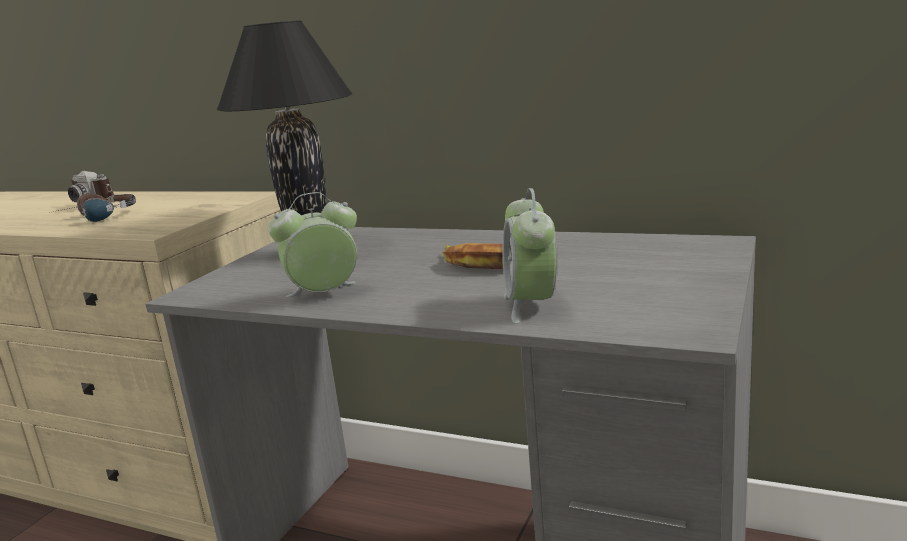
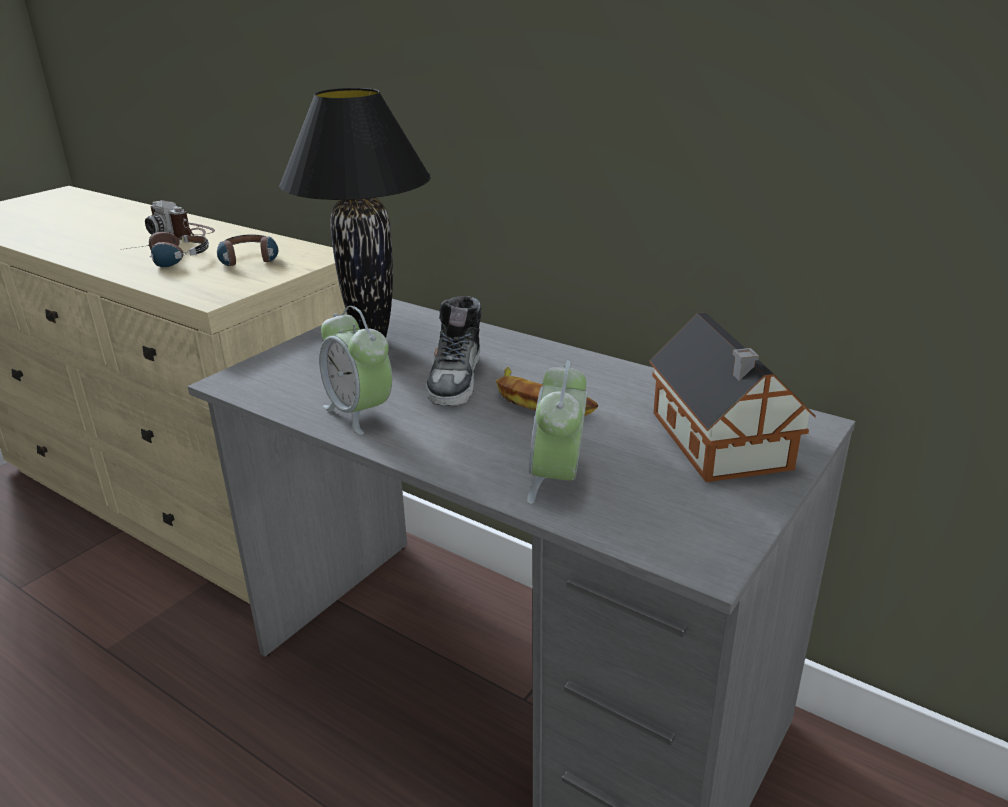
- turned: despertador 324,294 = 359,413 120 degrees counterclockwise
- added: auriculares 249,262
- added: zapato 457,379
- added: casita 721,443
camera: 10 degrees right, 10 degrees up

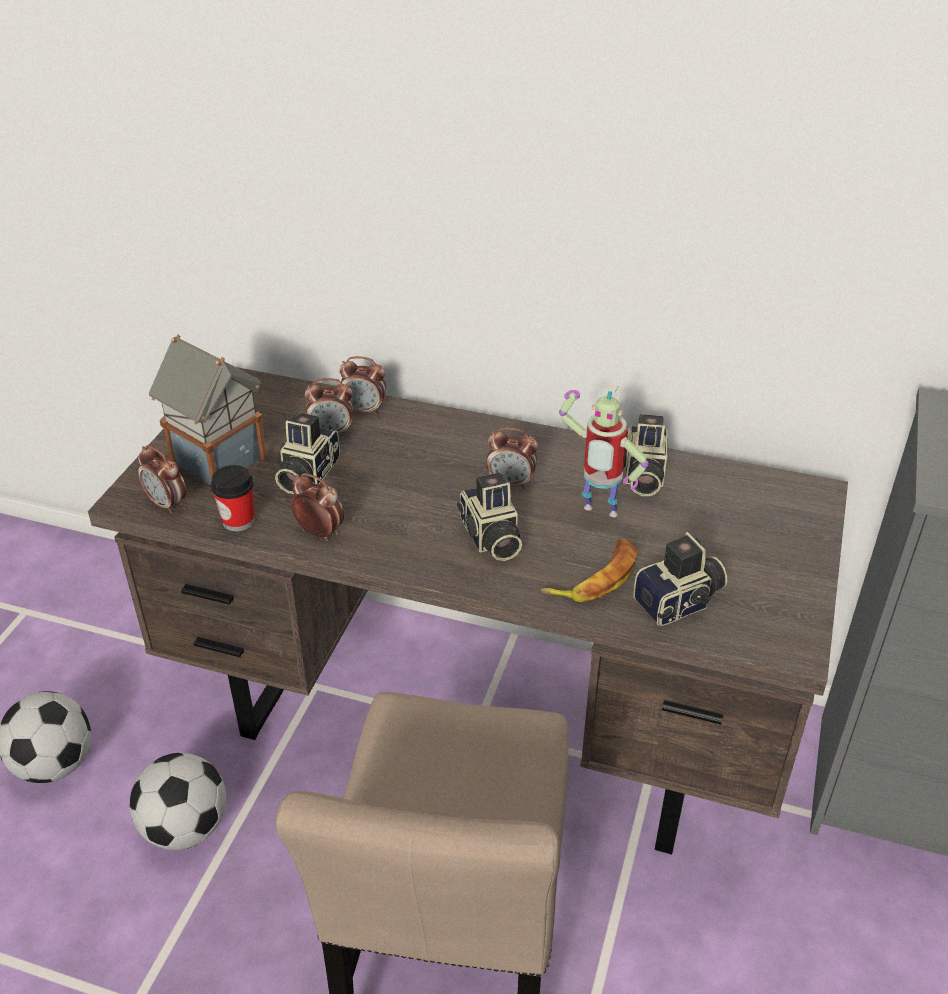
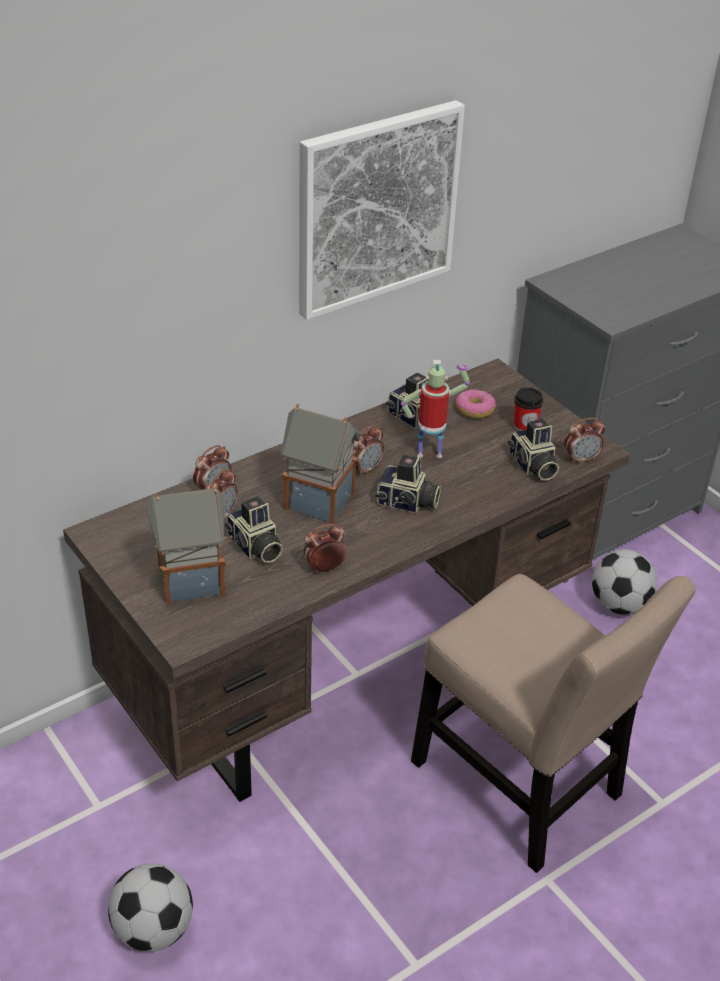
- turned: robot de juguete 598,514 = 430,453 150 degrees counterclockwise
- moved: despertador 167,504 to 581,459
- moved: taza 238,521 to 524,427
- turned: cámara 680,603 = 532,466 150 degrees clockwise
- removed: plátano 595,577
- moved: balón de fútbol 186,827 to 618,604
- added: cuadro 376,208
- added: rosquilla 475,410
- added: casita 321,500
camera: 55 degrees left, 0 degrees up

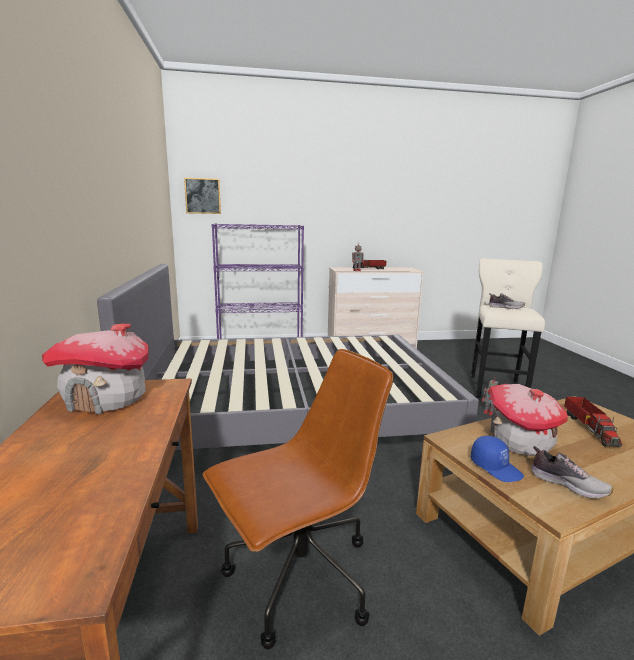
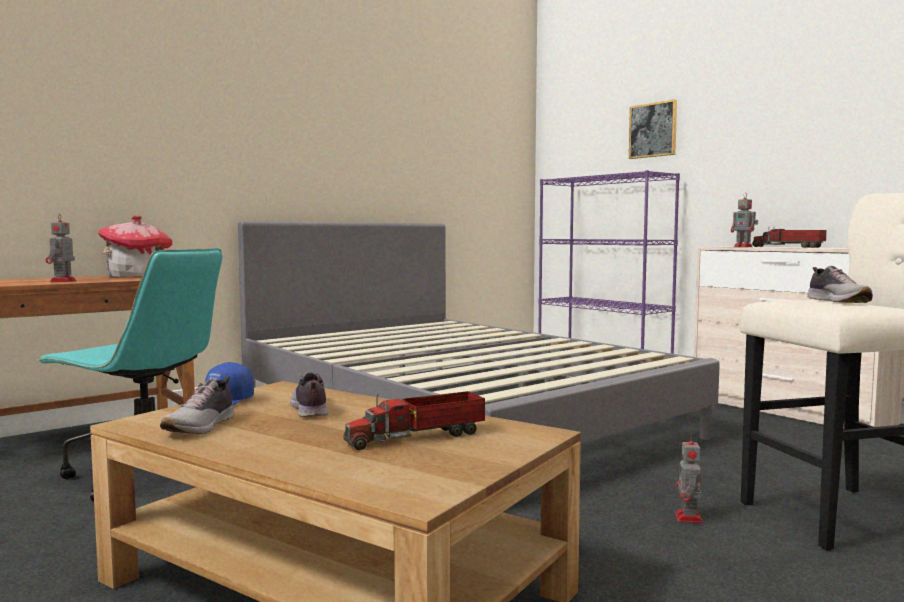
- moved: cuadro 203,196 to 653,130
- recoloured: silla de oficina [marrón] 298,578 to silla de oficina [turquesa] 145,473
- replaced: casita 519,441 to zapato 309,408
- added: robot de juguete 62,281
camera: 60 degrees right, 10 degrees down

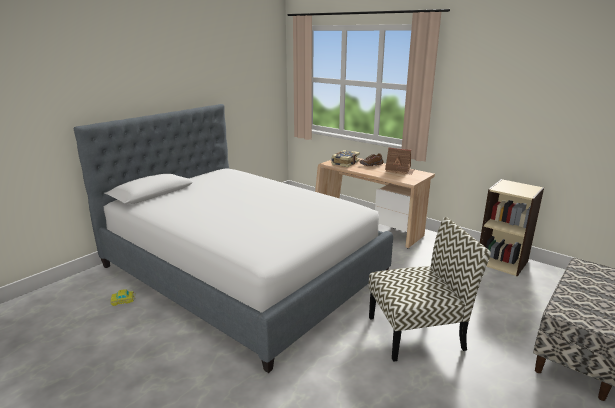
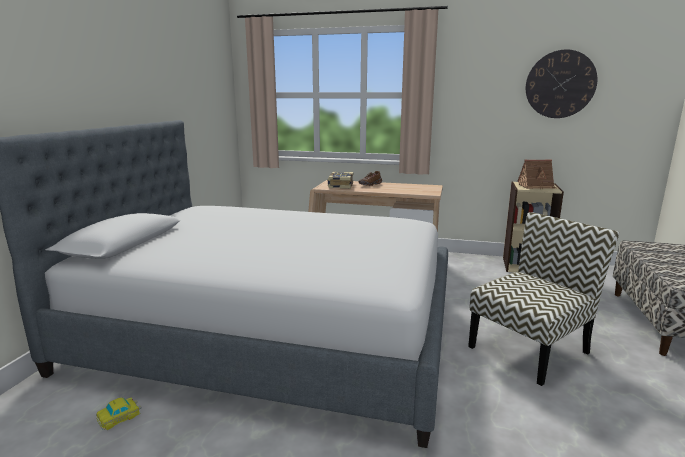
- moved: casita 399,170 to 536,186
- added: reloj de pared 560,84
camera: 25 degrees left, 5 degrees down

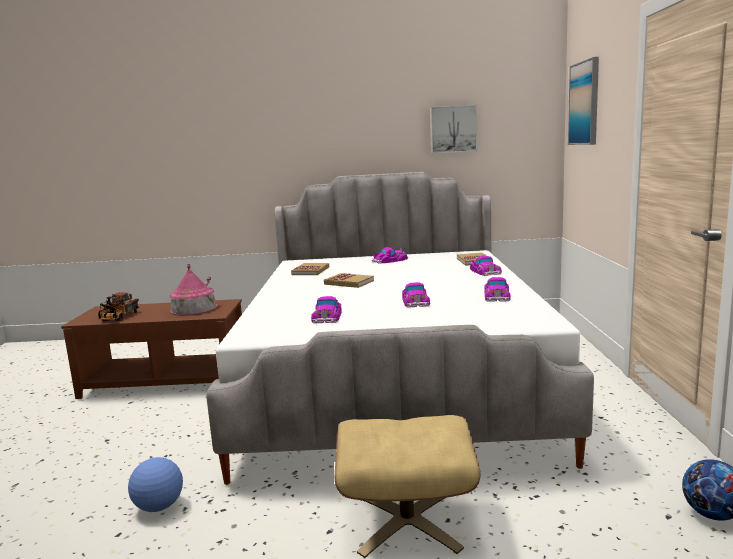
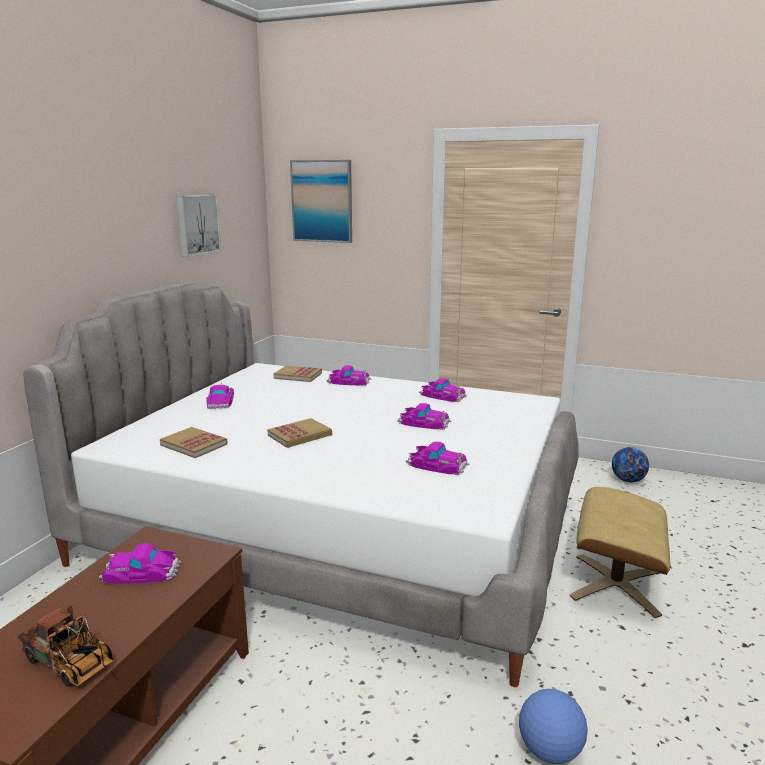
- replaced: casita 193,308 to coche de juguete 141,572
camera: 70 degrees left, 5 degrees up

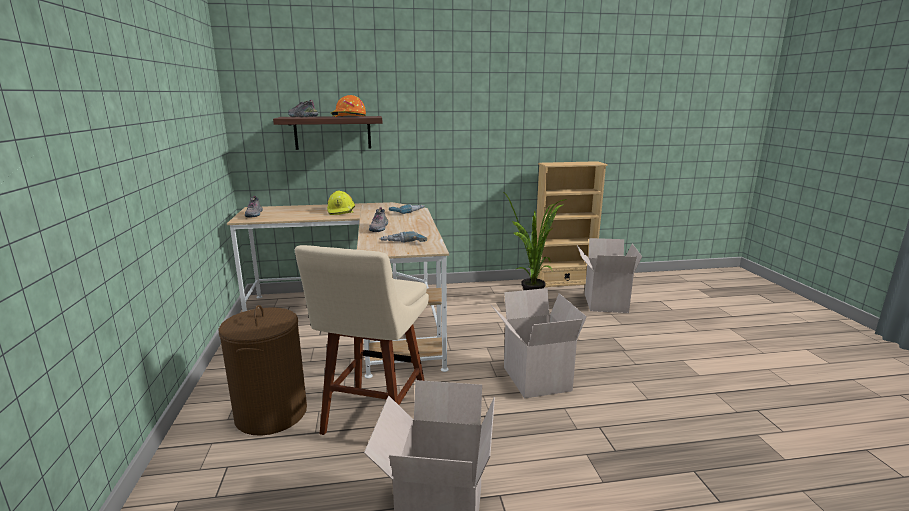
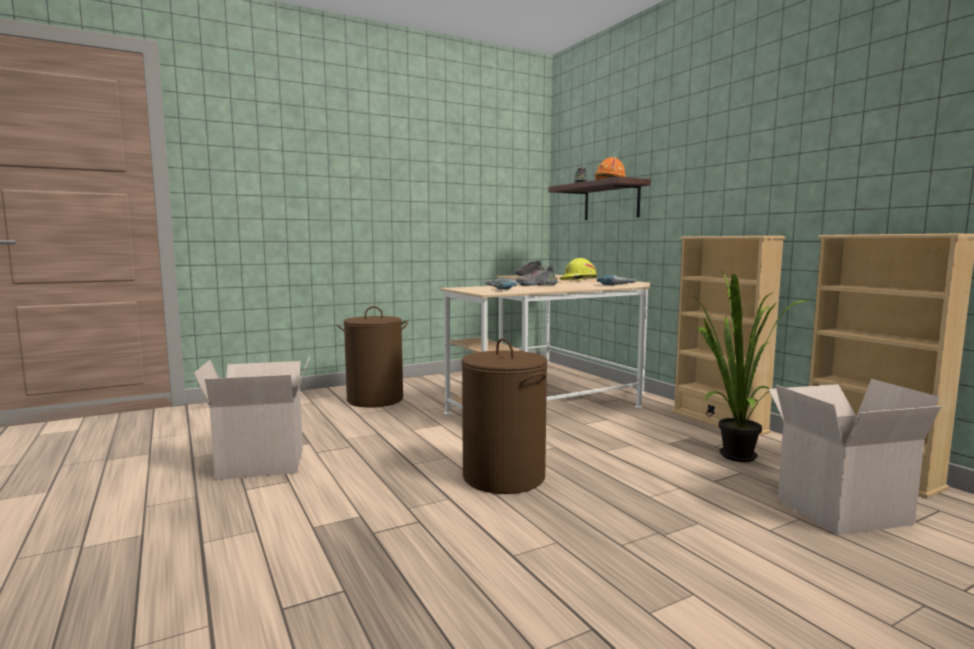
- removed: taburete [beis] 374,419
- replaced: caja de cartón 534,378 to cesto de la ropa [marrón] 504,477
- added: estantería [beis] 718,422
camera: 70 degrees right, 10 degrees down

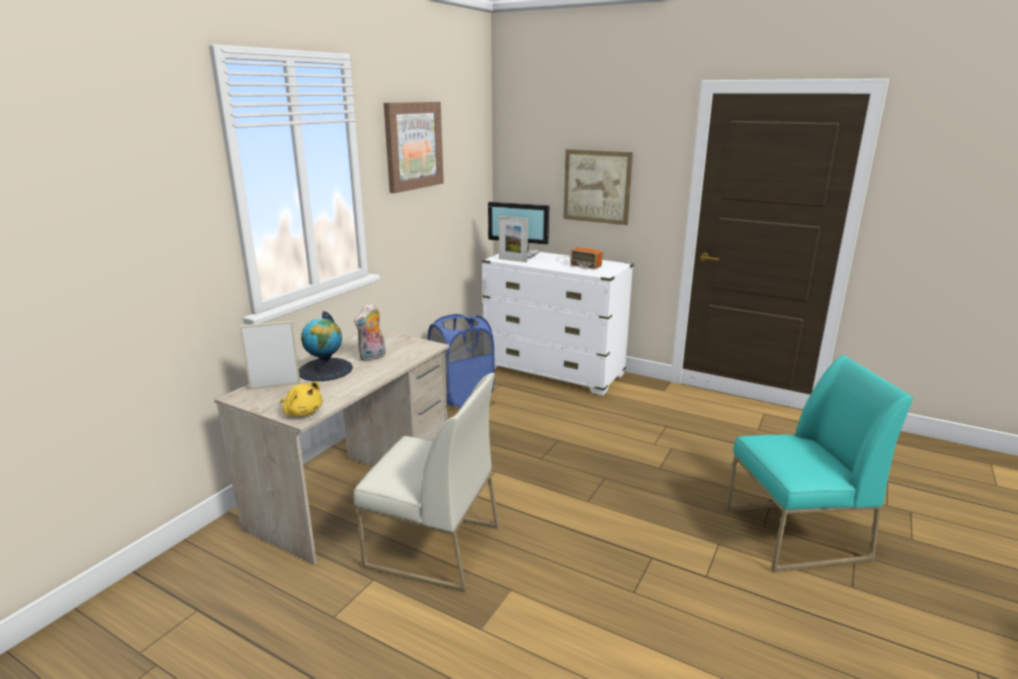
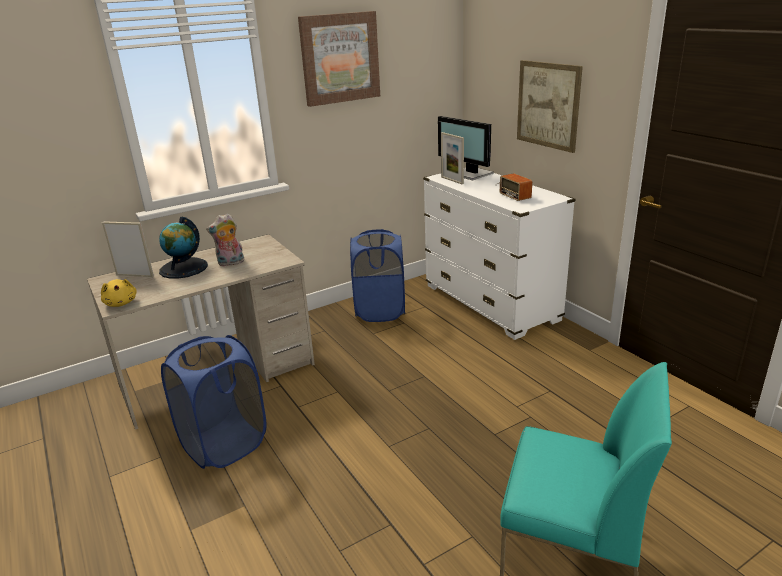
- replaced: silla [blanco] 432,546 to cesto de la ropa [azul] 224,444
camera: 30 degrees right, 5 degrees up

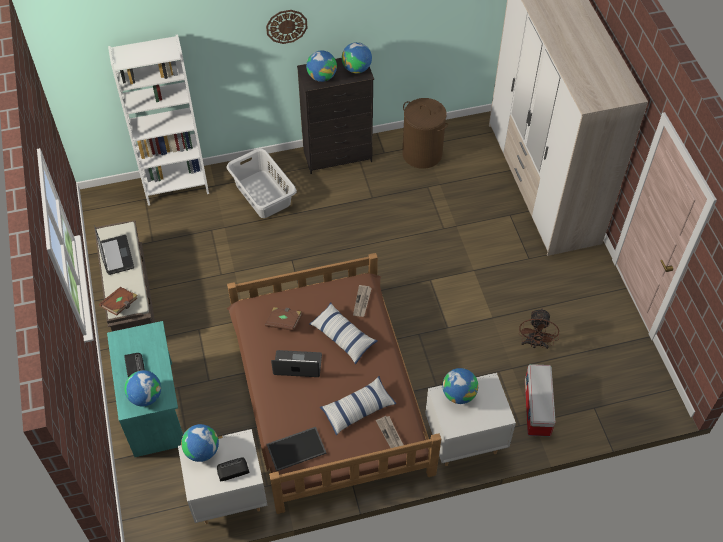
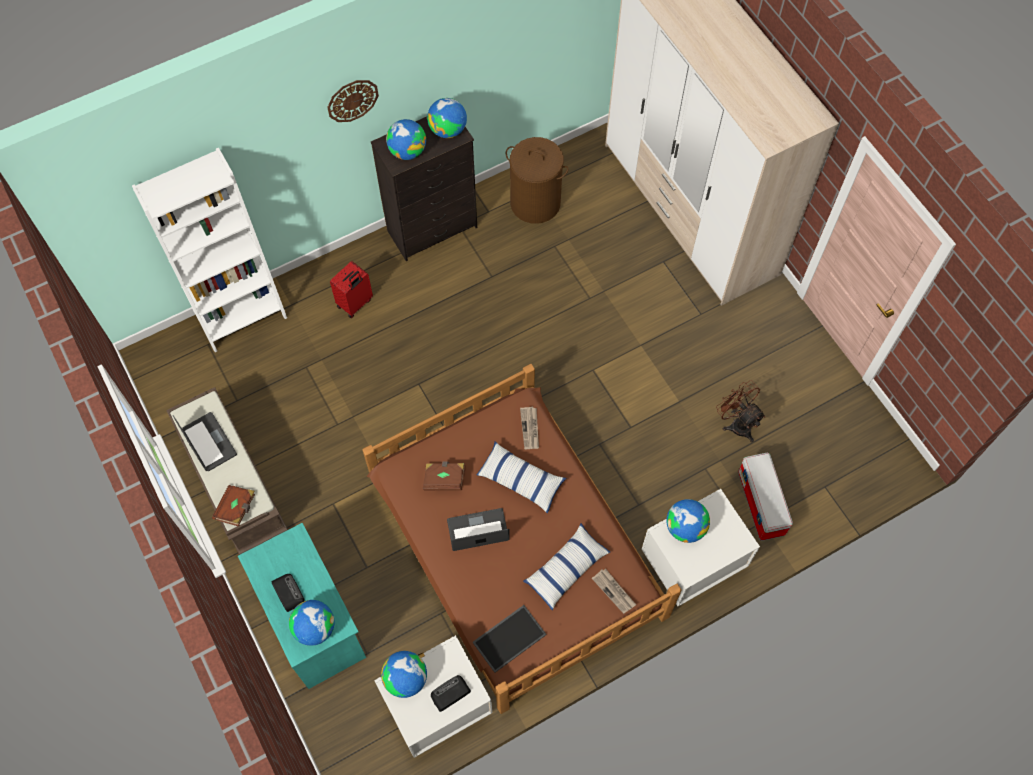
- replaced: cesto de la ropa [gris] 262,194 to maleta [rojo] 355,303
- turned: ventilador [marrón] 534,344 = 737,423 150 degrees clockwise
camera: 15 degrees left, 10 degrees up

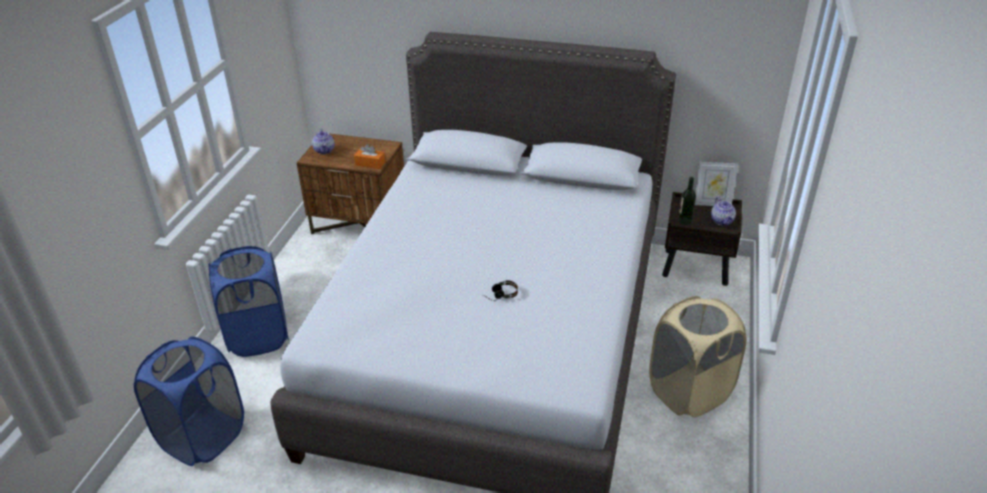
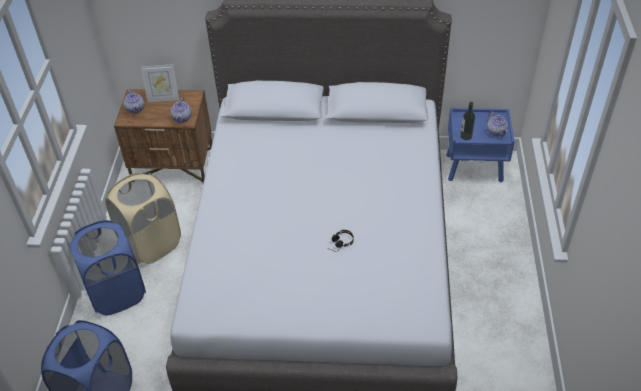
- replaced: caja de pañuelos [naranja] 370,163 to tetera 182,118
- moved: portarretratos 712,203 to 163,99
- recoloured: mesita de noche [marrón] 696,267 to mesita de noche [azul] 474,168
- moved: cesto de la ropa [beis] 689,392 to 151,244
camera: 10 degrees left, 10 degrees up

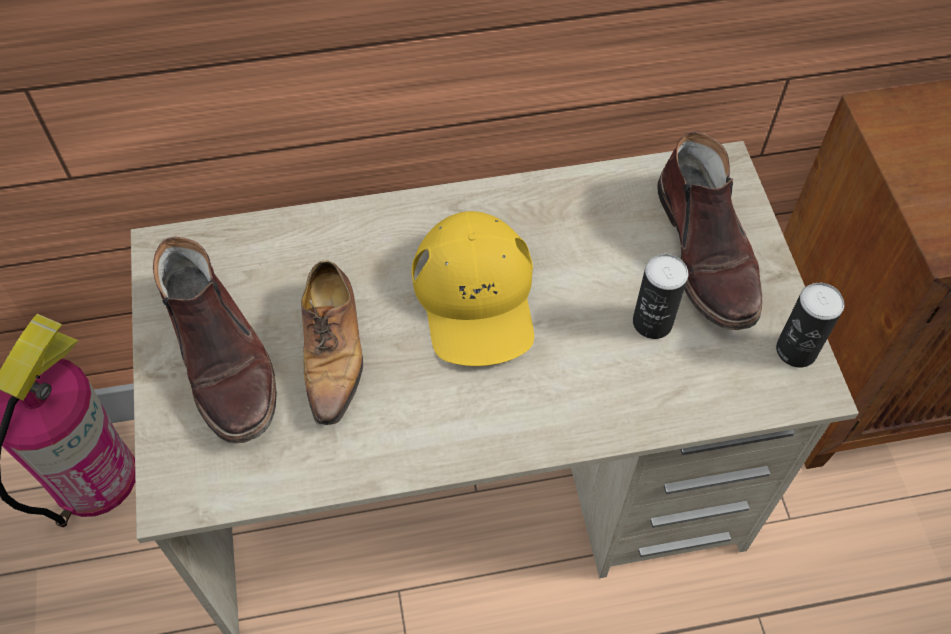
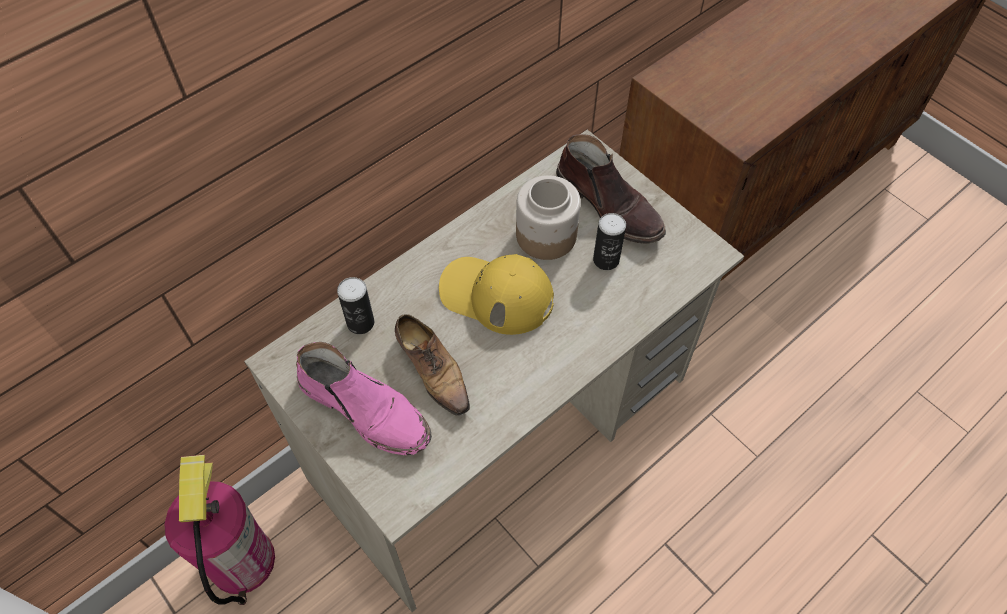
- turned: gorra [amarillo] 476,297 = 496,295 150 degrees clockwise
- recoloured: bota [marrón] 223,357 to bota [rosa] 366,409
- moved: lata 796,350 to 360,323
- added: tarro 545,236
camera: 30 degrees left, 0 degrees up

